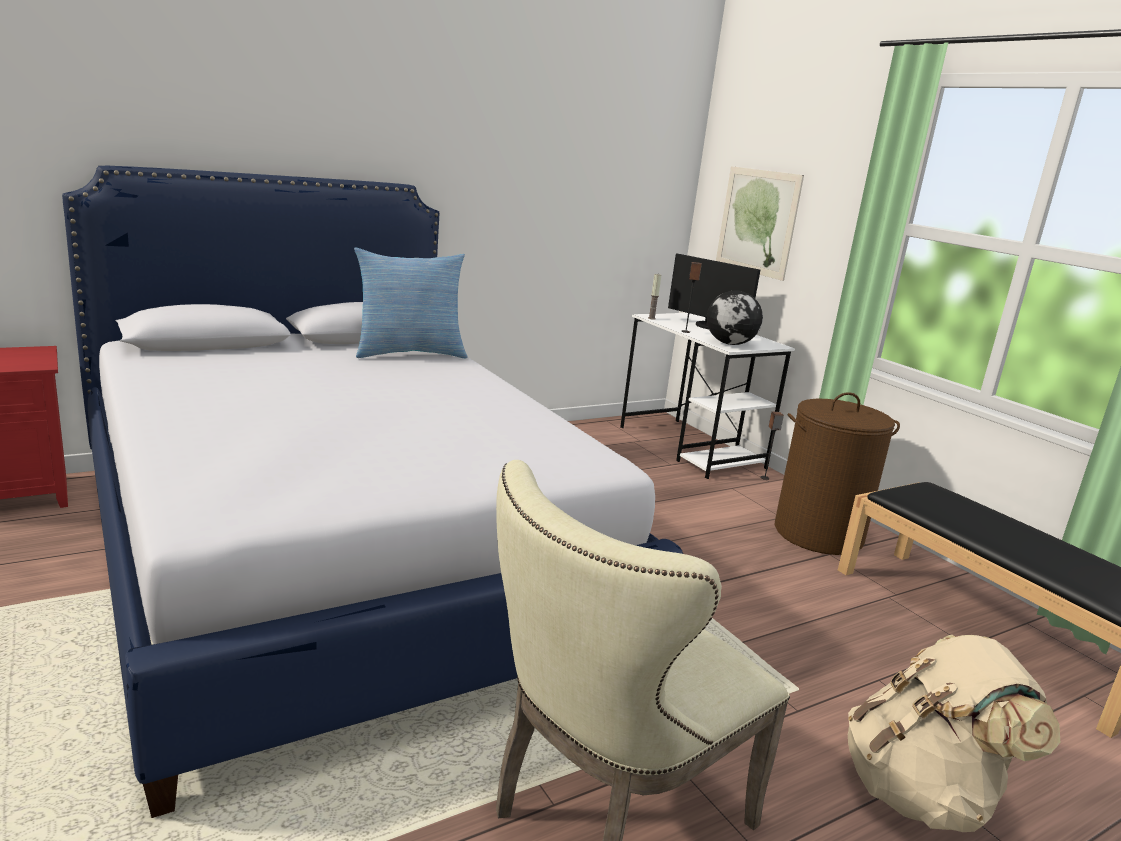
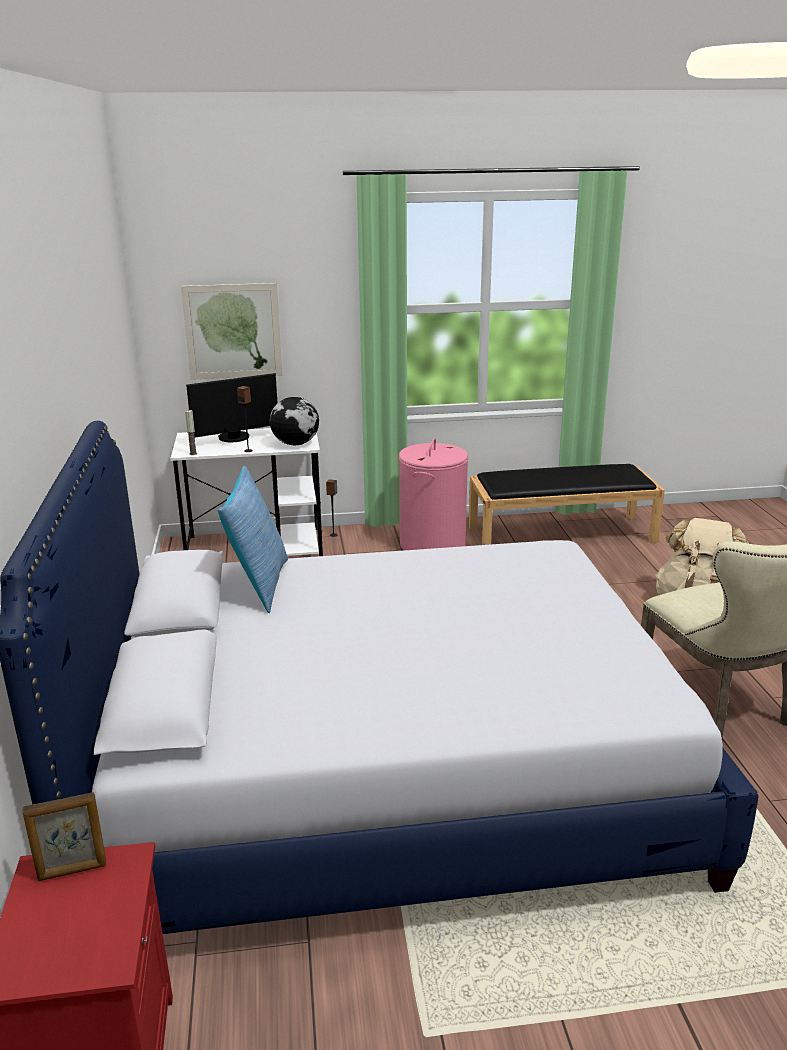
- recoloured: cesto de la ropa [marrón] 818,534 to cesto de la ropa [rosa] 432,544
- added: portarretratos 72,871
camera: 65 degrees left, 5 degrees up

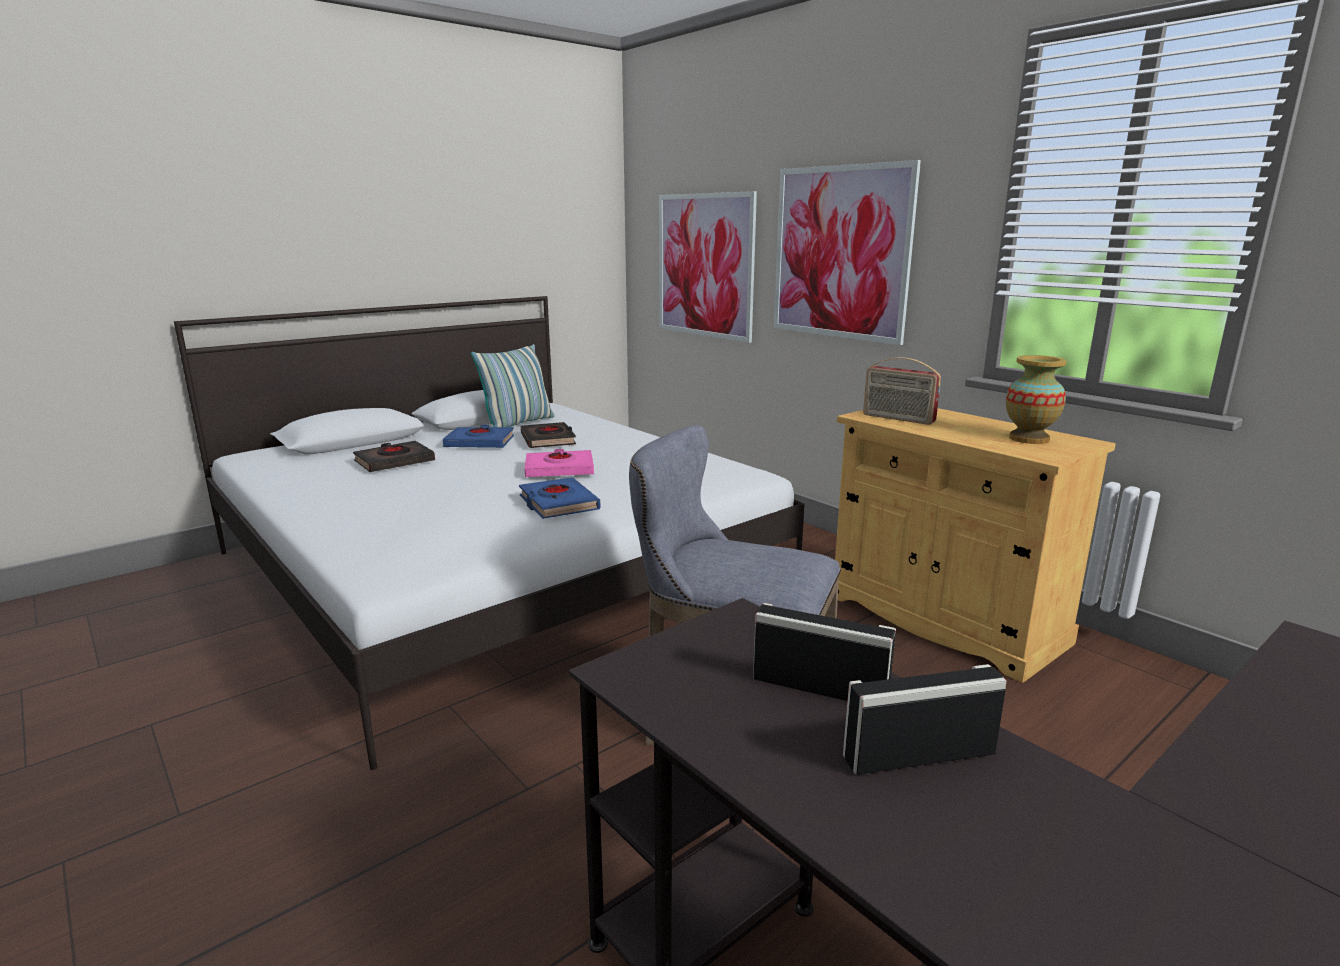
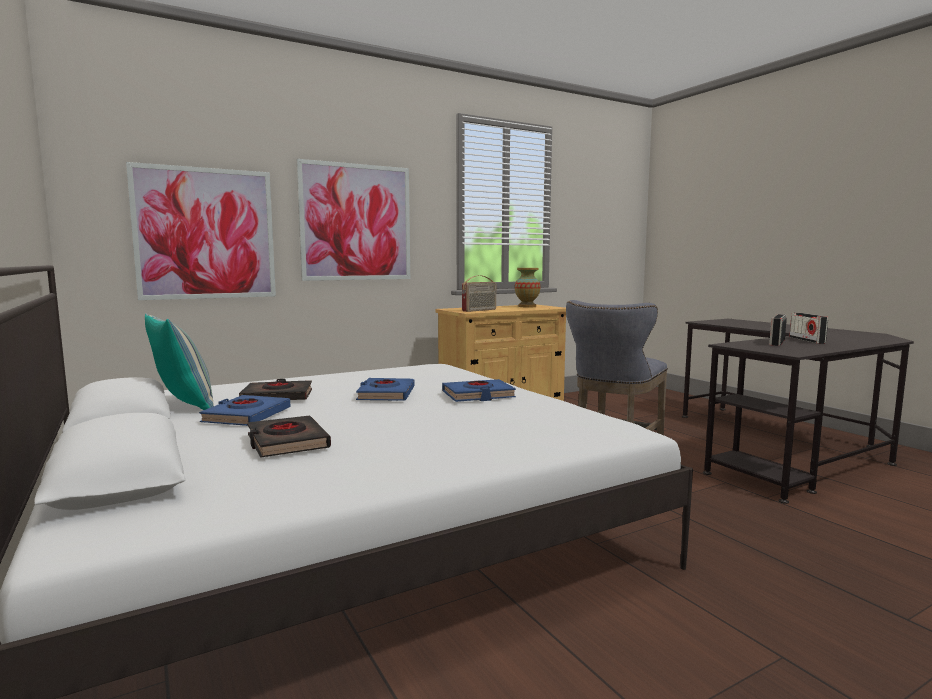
- recoloured: libro [rosa] 559,469 to libro [azul] 386,394
camera: 80 degrees left, 10 degrees down

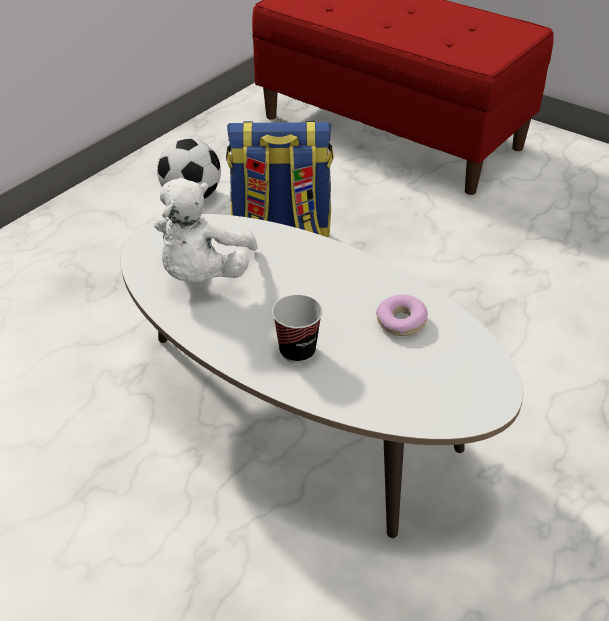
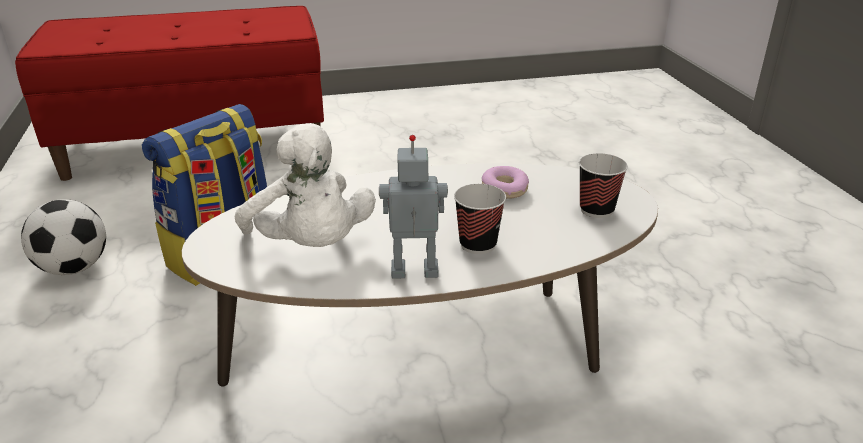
- added: robot de juguete 414,273
- added: taza 596,210
camera: 50 degrees left, 10 degrees down

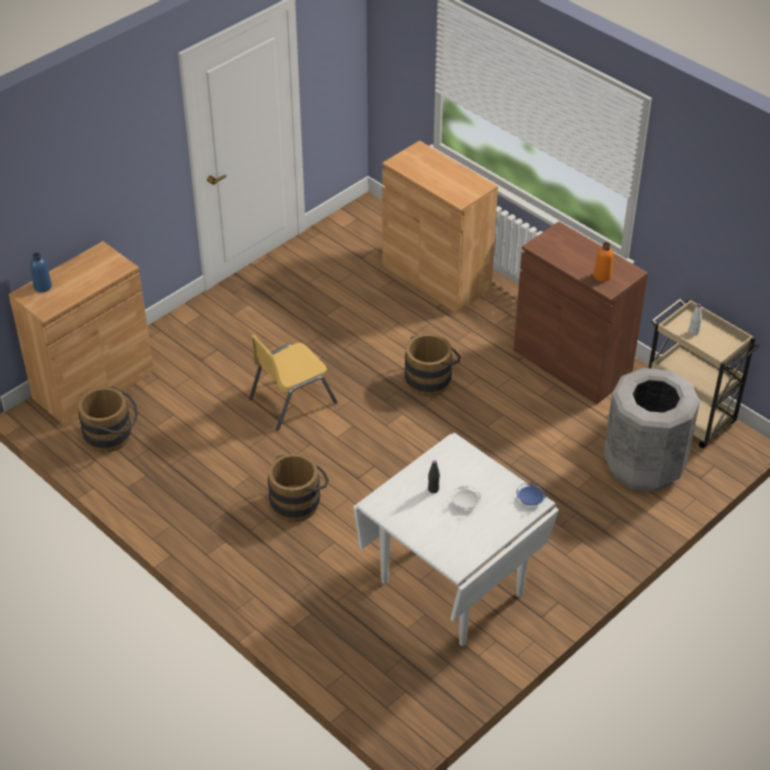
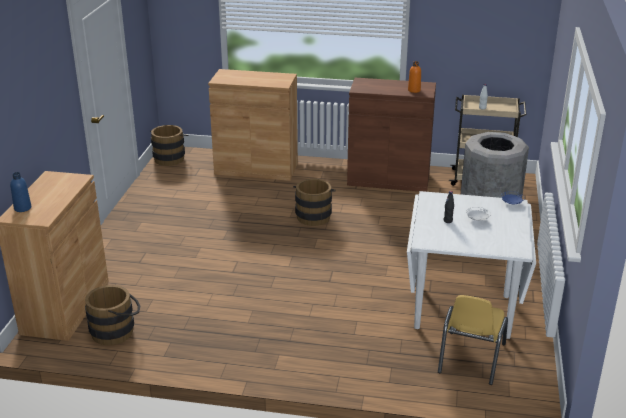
- moved: silla [amarillo] 291,400 to 470,358
- moved: cubo [marrón] 299,501 to 170,157
camera: 35 degrees left, 15 degrees down

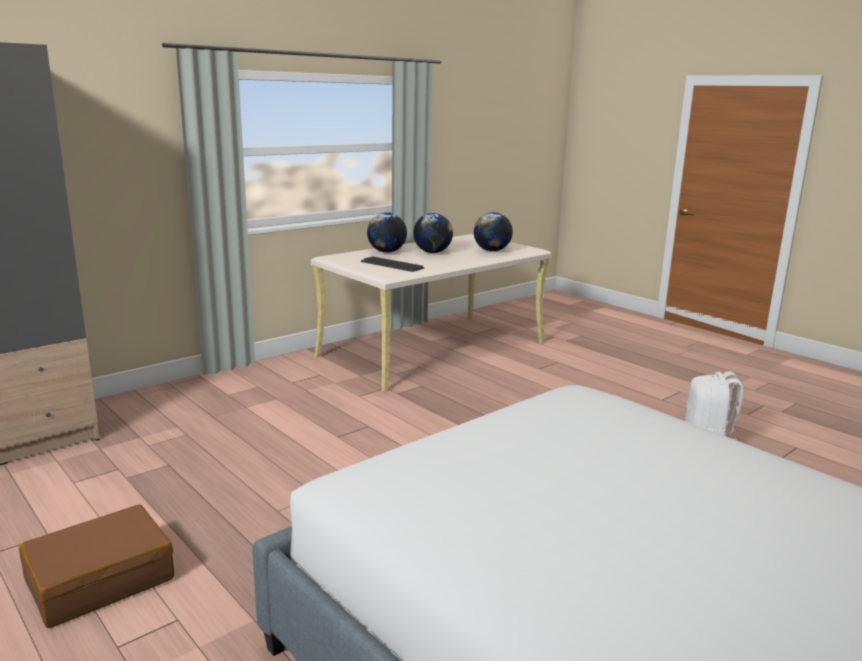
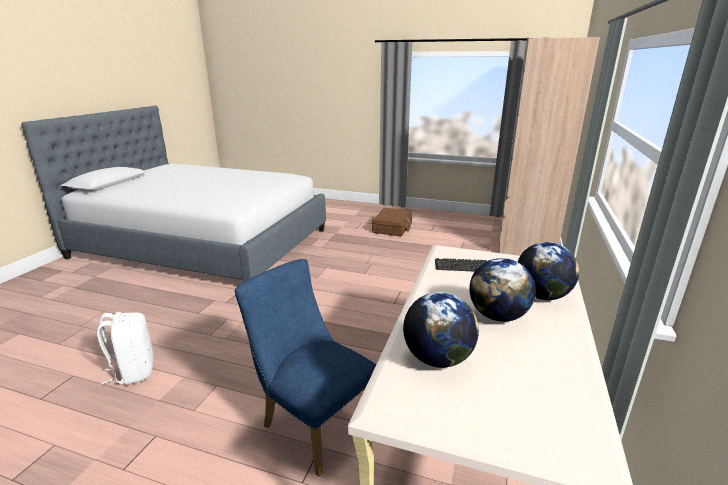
- added: silla [azul] 312,422
camera: 150 degrees right, 5 degrees up

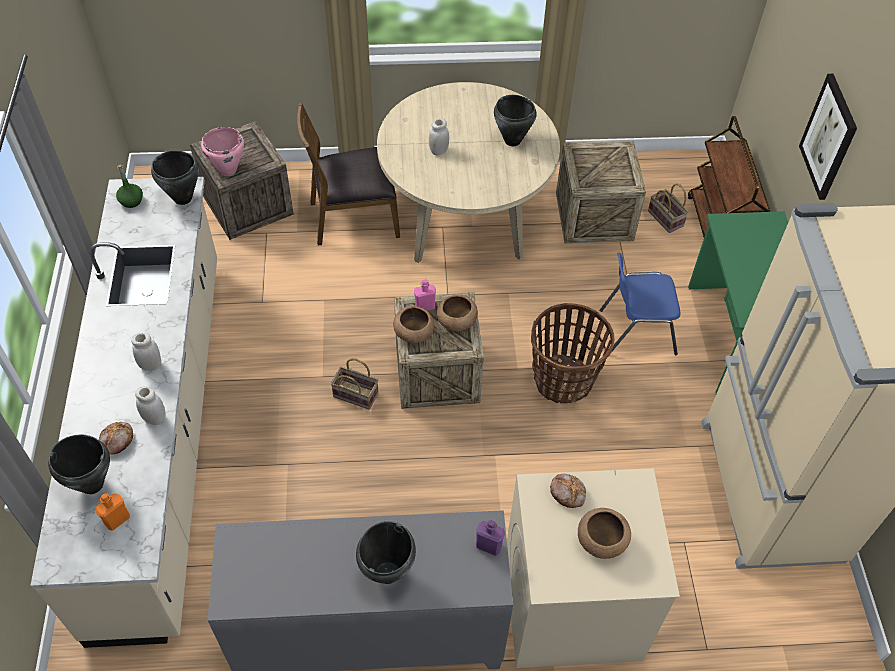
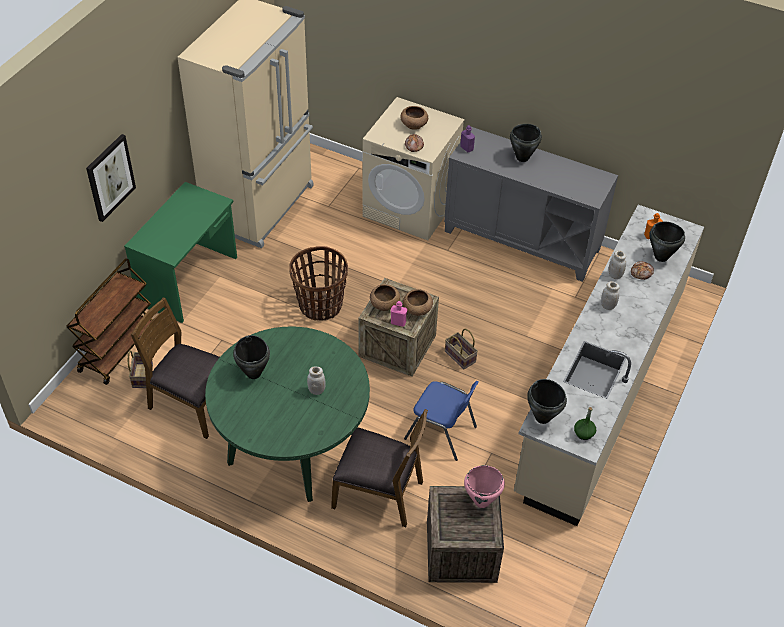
- recoloured: mesa de comedor [beis] 465,221 to mesa de comedor [verde] 292,447
- replaced: caja de embalaje 594,216 to silla [marrón] 192,403
- moved: silla [azul] 636,331 to 441,433
camera: 150 degrees left, 5 degrees down

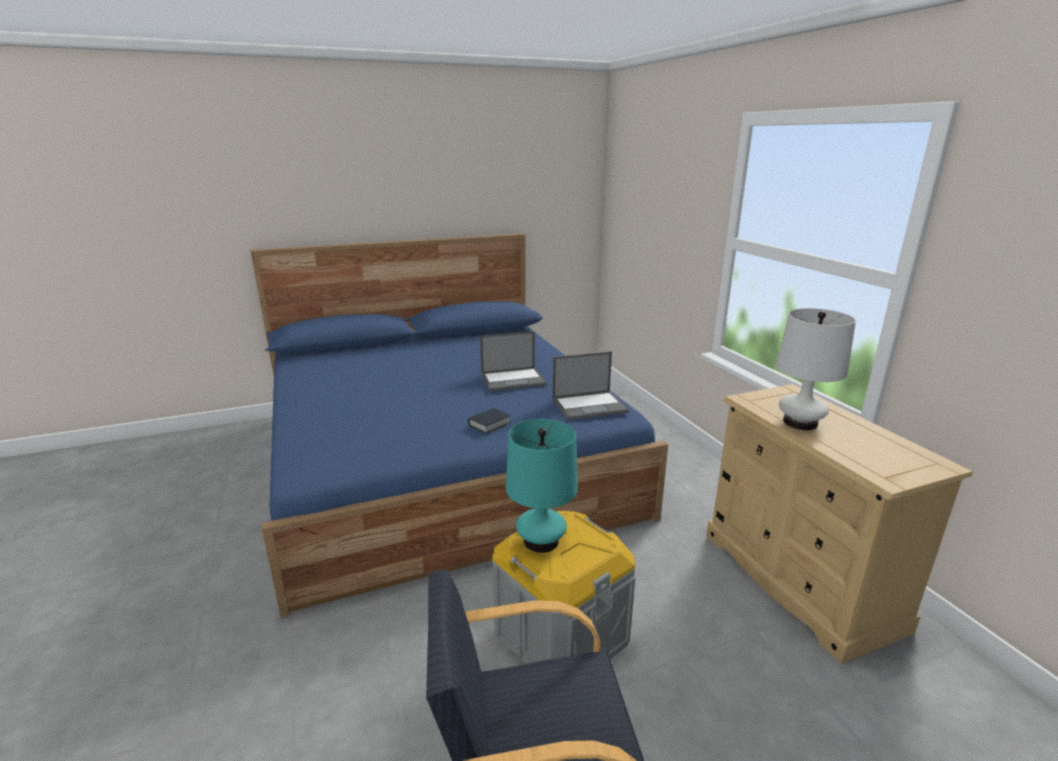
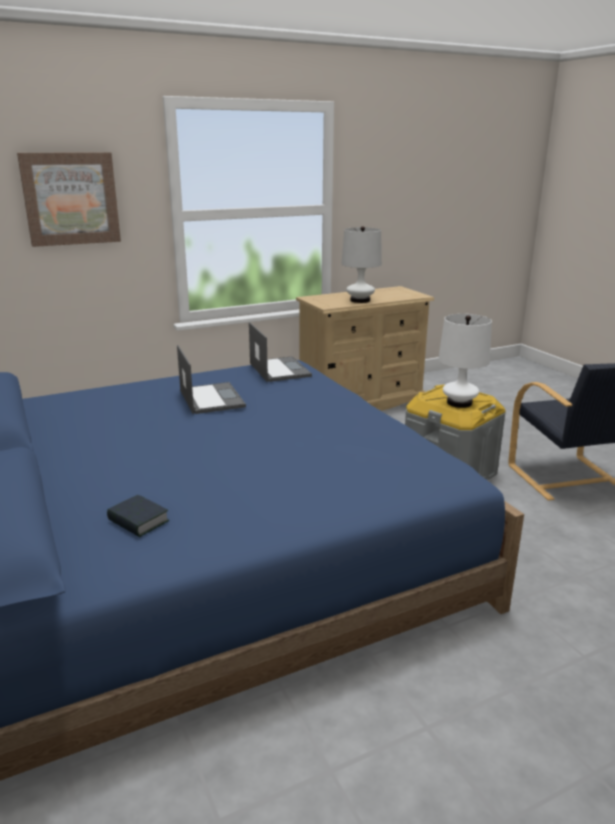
- moved: libro 489,424 to 138,521
- recoloured: lámpara de mesa [turquesa] 541,541 to lámpara de mesa [blanco] 459,403
- added: cuadro 71,199
camera: 95 degrees left, 0 degrees up

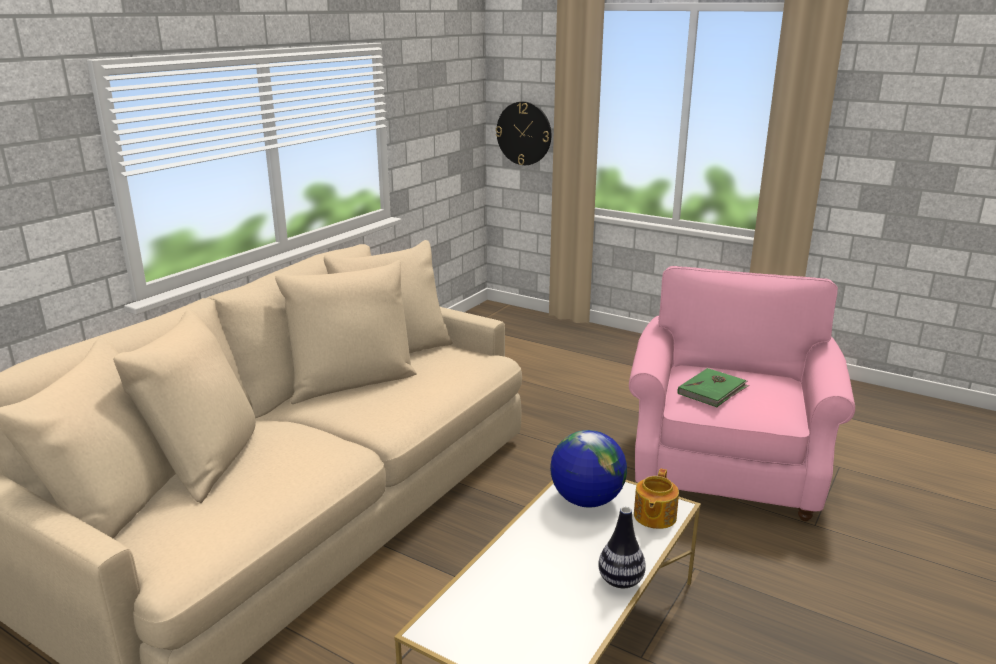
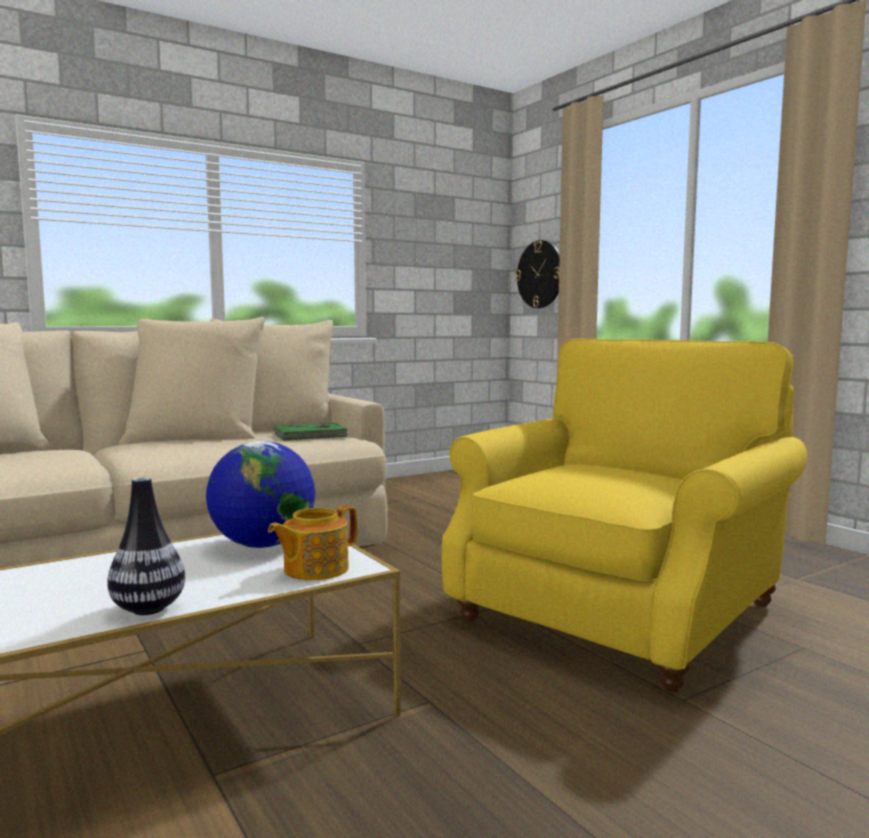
- recoloured: sillón [rosa] 725,463 to sillón [amarillo] 619,612
- moved: libro [verde] 713,390 to 311,435
camera: 25 degrees right, 15 degrees down

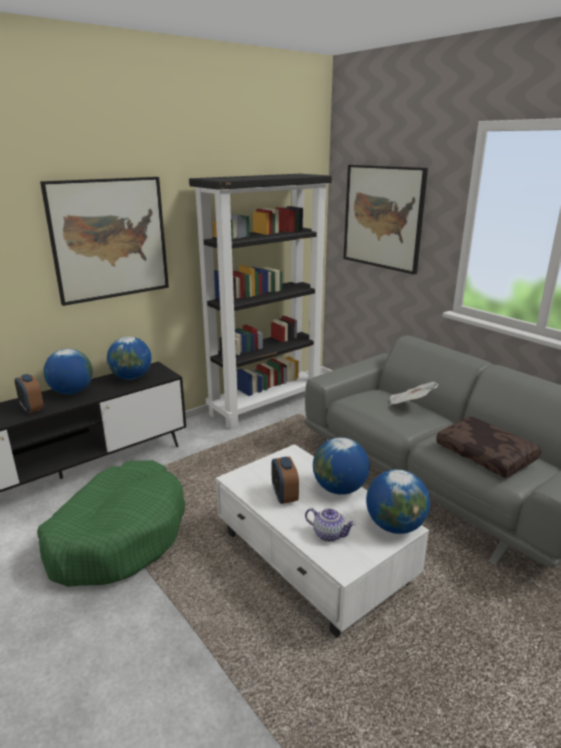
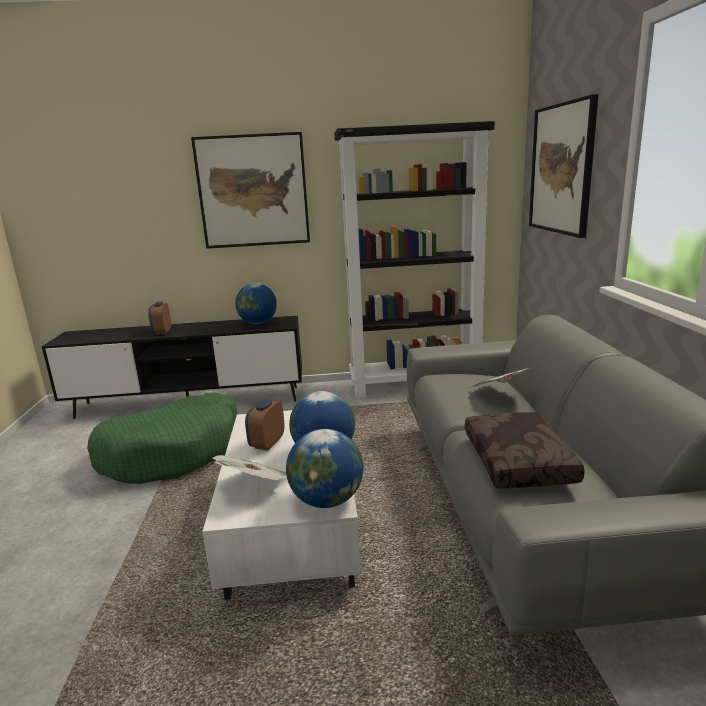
- removed: globo terráqueo 71,392
- replaced: tetera 329,534 to periódico 256,485
camera: 35 degrees right, 5 degrees down

